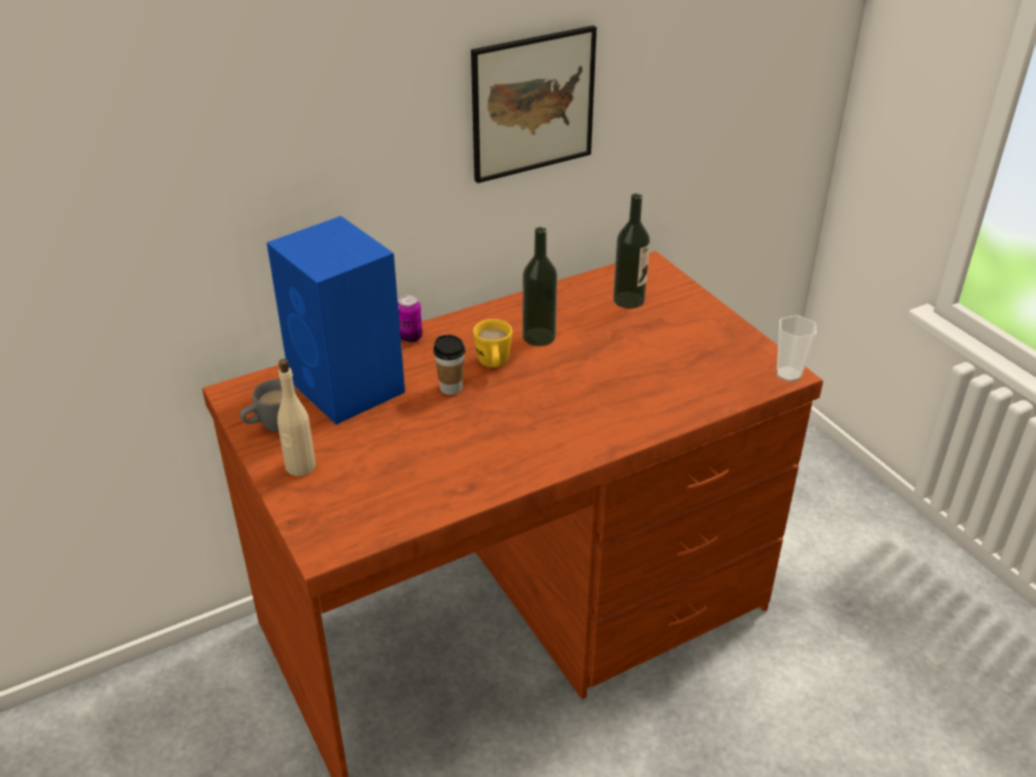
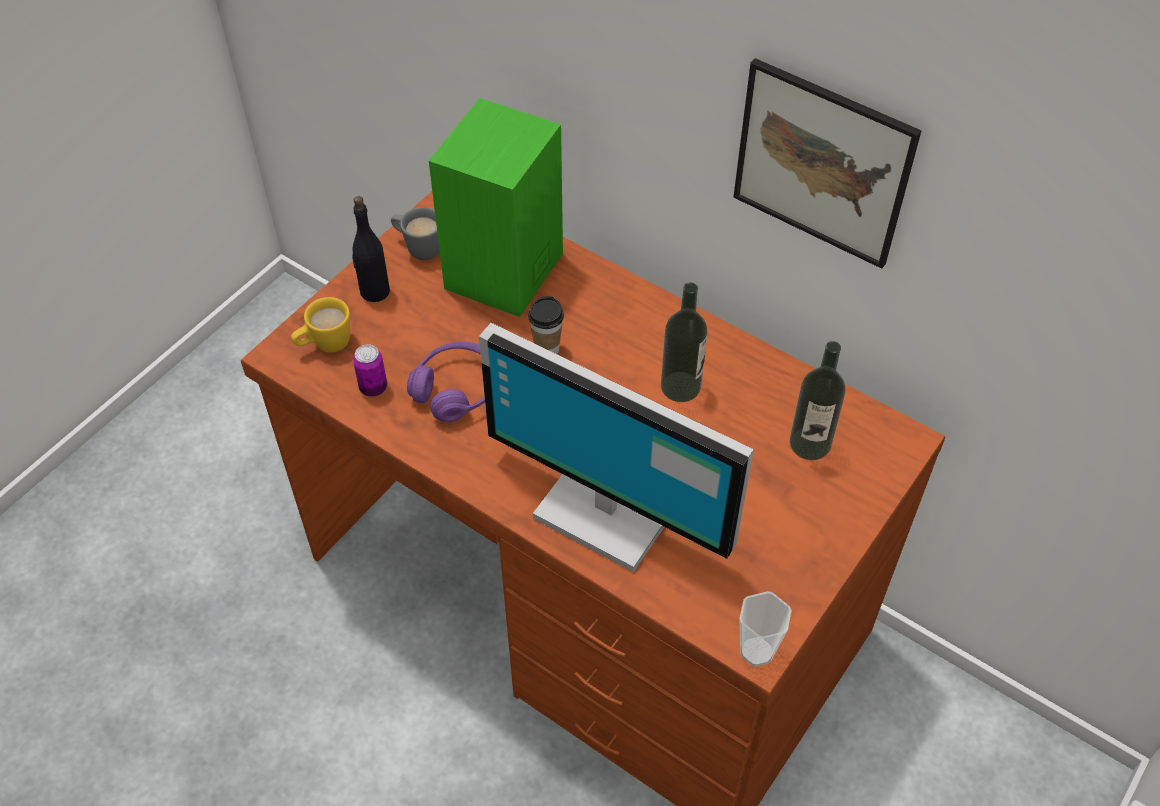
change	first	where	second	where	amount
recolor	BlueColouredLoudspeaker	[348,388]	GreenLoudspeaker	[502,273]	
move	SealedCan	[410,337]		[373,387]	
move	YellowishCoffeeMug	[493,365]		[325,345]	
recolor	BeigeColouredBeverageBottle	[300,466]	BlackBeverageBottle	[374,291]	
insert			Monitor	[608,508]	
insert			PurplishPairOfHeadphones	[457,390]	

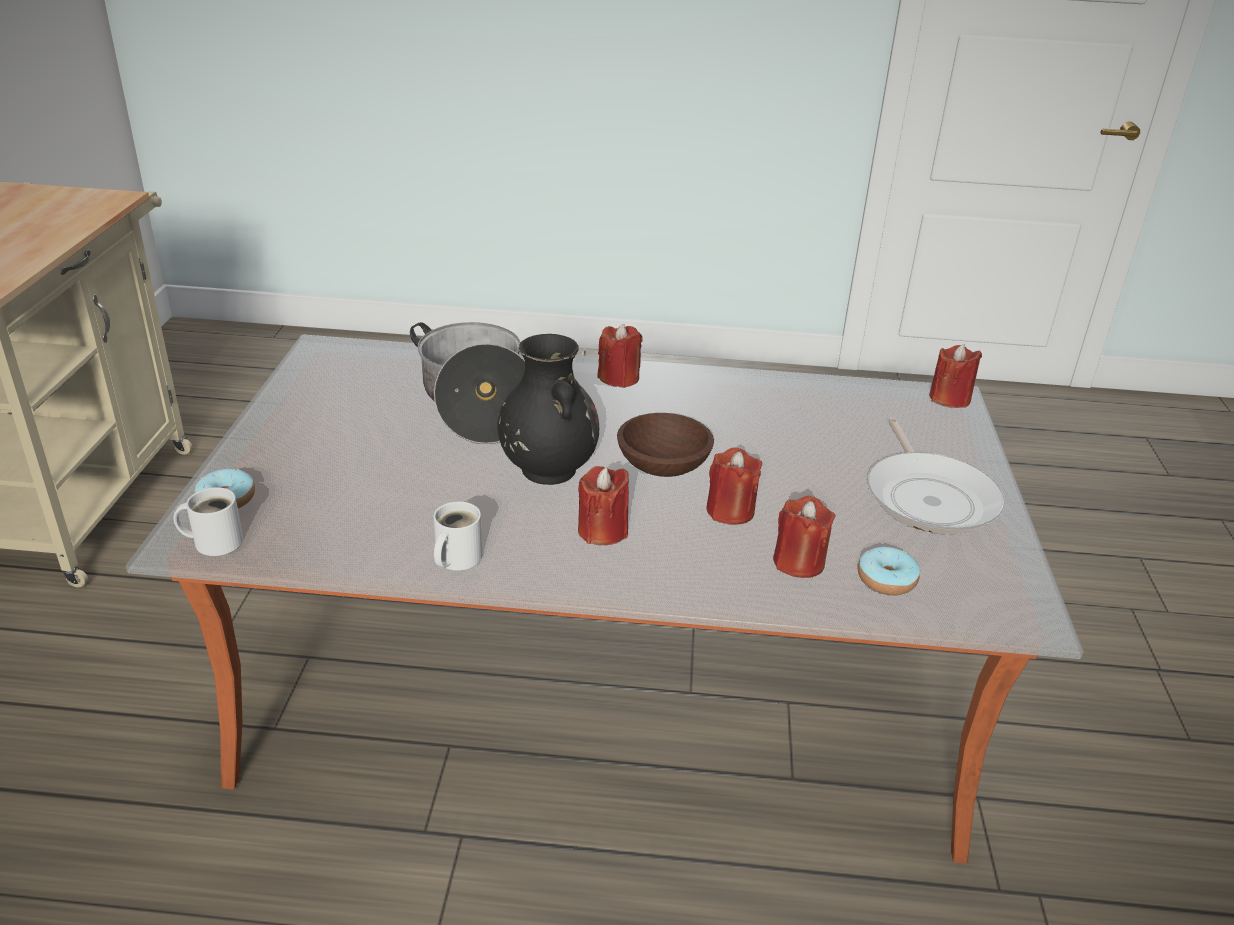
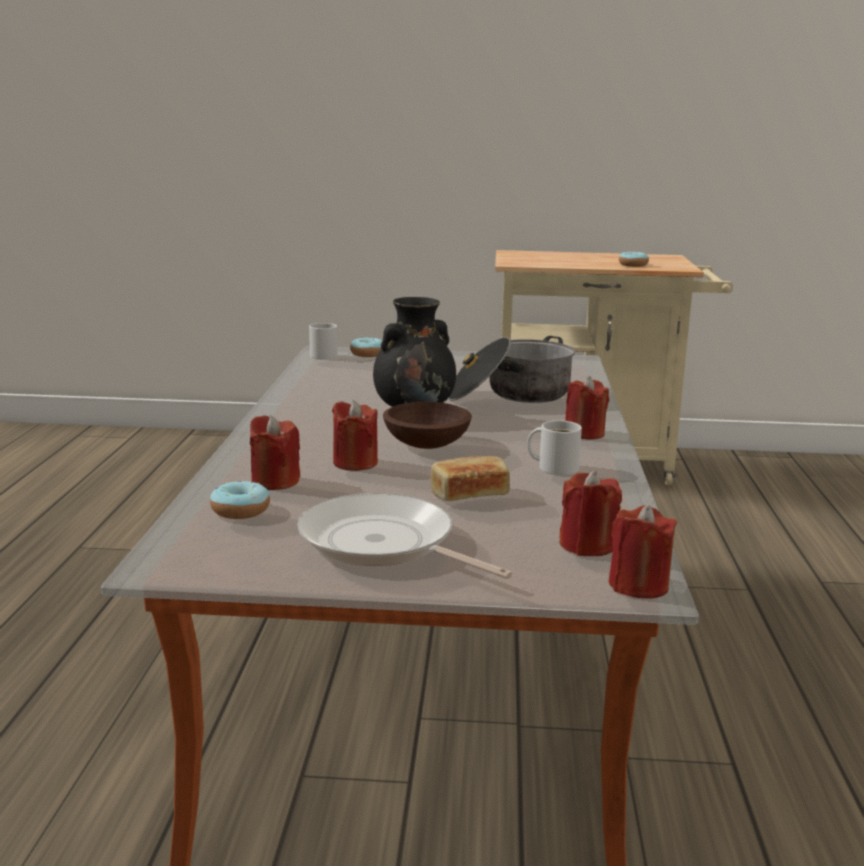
change	first	where	second	where	amount
rotate	FryingPan	[929,497]		[383,544]	45 degrees clockwise
move	RedWaxLight	[602,531]		[587,546]	
move	WhiteCoffeeMug	[455,558]		[555,467]	
insert			Donut	[633,265]	
insert			Bread	[469,494]	

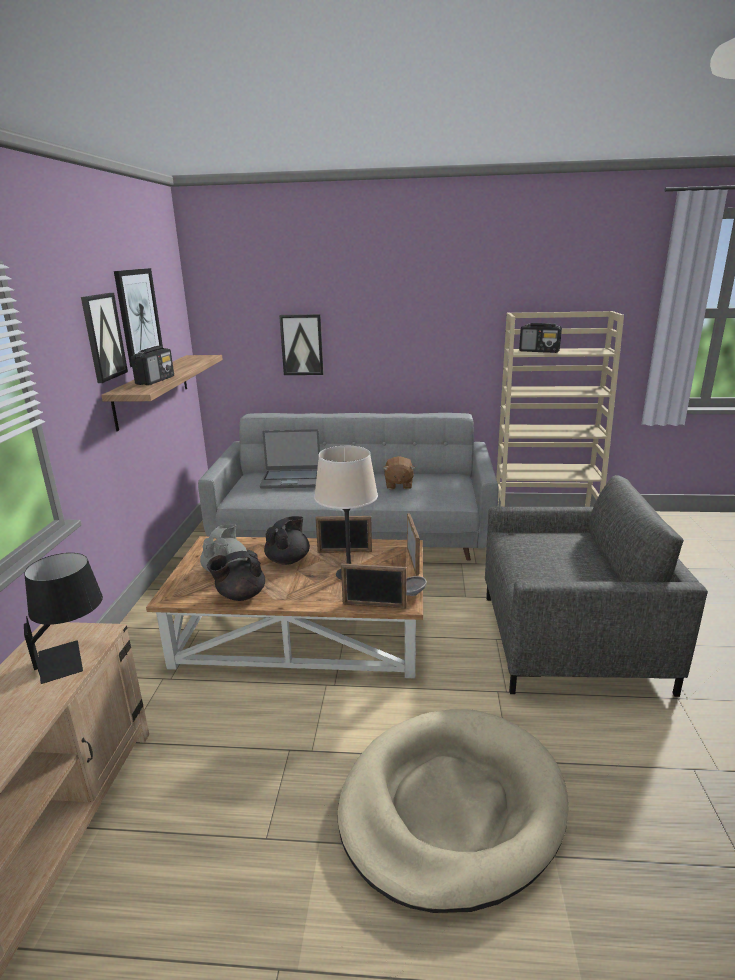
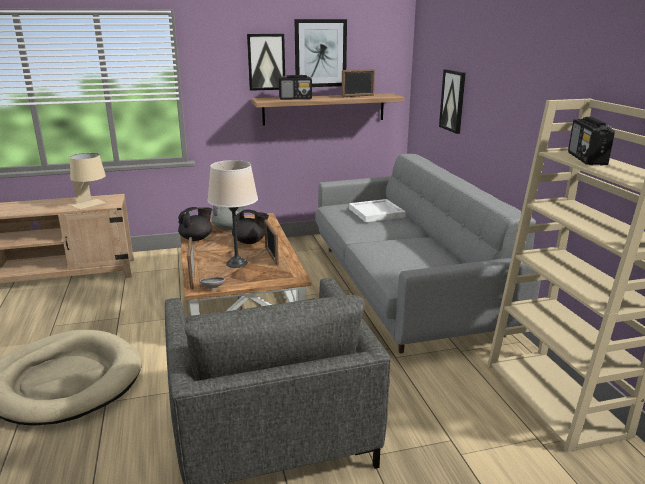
change	first	where	second	where	amount
replace	Laptop	[291,480]	WhiteTray	[377,213]	
delete	BrownishCuddlyToy	[398,485]			
move	PhotoFrame	[412,561]		[358,96]	
rotate	BlackPotForTea	[240,595]		[197,238]	90 degrees clockwise
recolor	BlackTableLamp	[74,656]	BeigeColouredTableLamp	[92,205]	

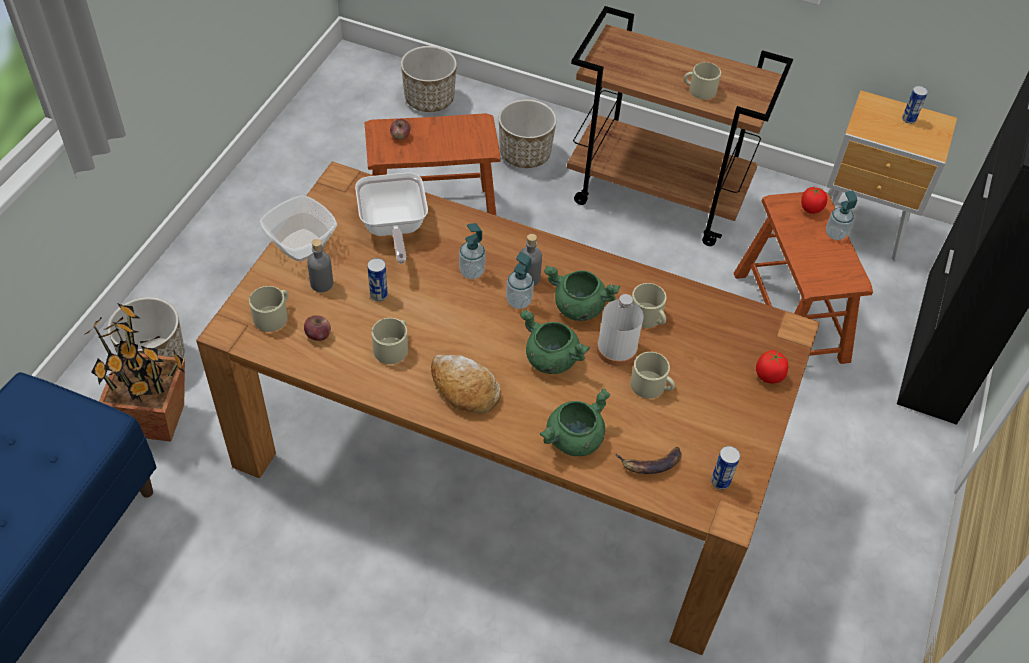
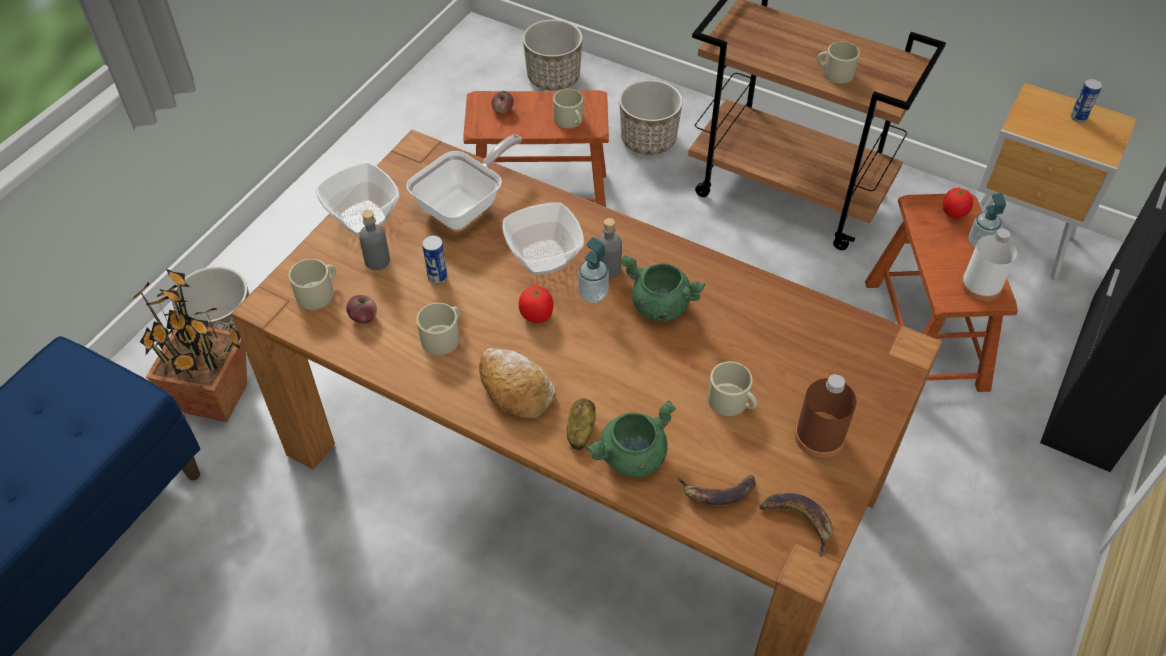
change	first	where	second	where	amount
rotate	FryingPan	[393,229]		[465,206]	135 degrees counterclockwise
replace	SoapDispenser	[472,272]	DeepDish	[545,258]	
move	BeigeColouredCoffeeMug	[648,318]		[570,121]	
move	WhiteBeverageBottle	[616,349]		[981,286]	
delete	GreenStockpot	[550,359]			
move	FreshTomato	[769,376]		[537,315]	
replace	SealedCan	[720,481]	Banana	[798,521]	
insert			BrownishBeverageBottle	[819,437]	
insert			Potato	[580,431]	

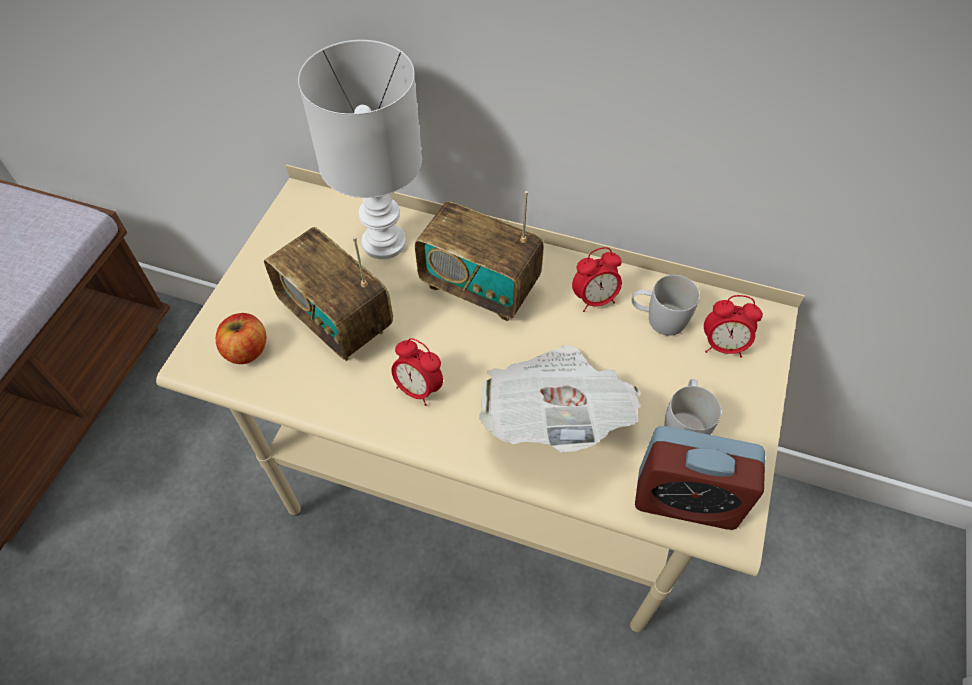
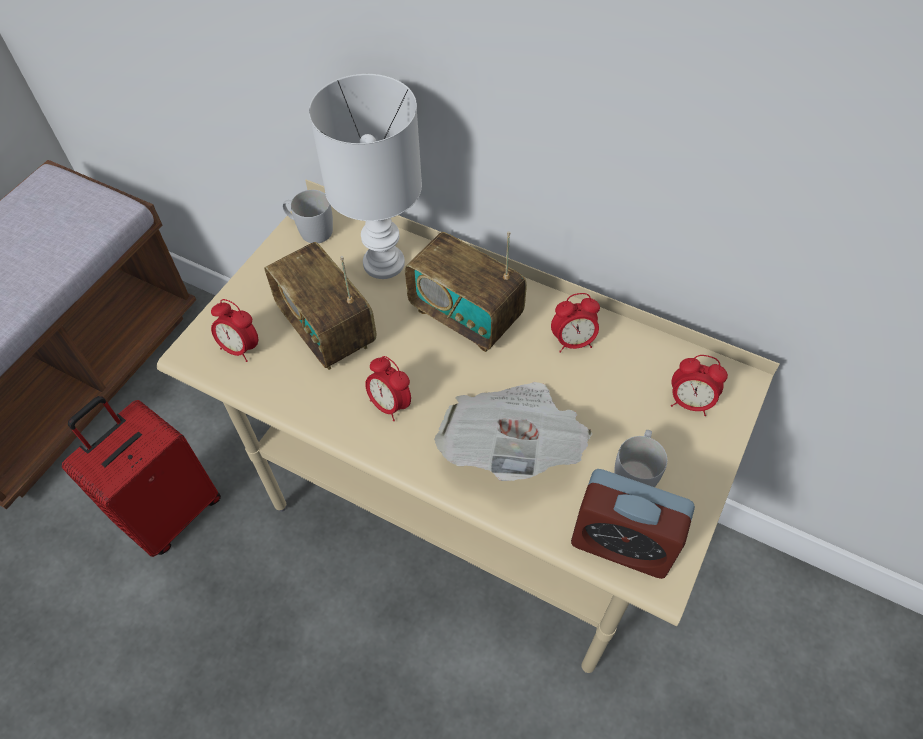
change	first	where	second	where	amount
move	WhiteCoffeeMug	[658,319]		[310,230]	
replace	AppleFruit	[246,350]	TableClock	[240,348]	
insert			RedPieceOfLuggage	[171,511]	

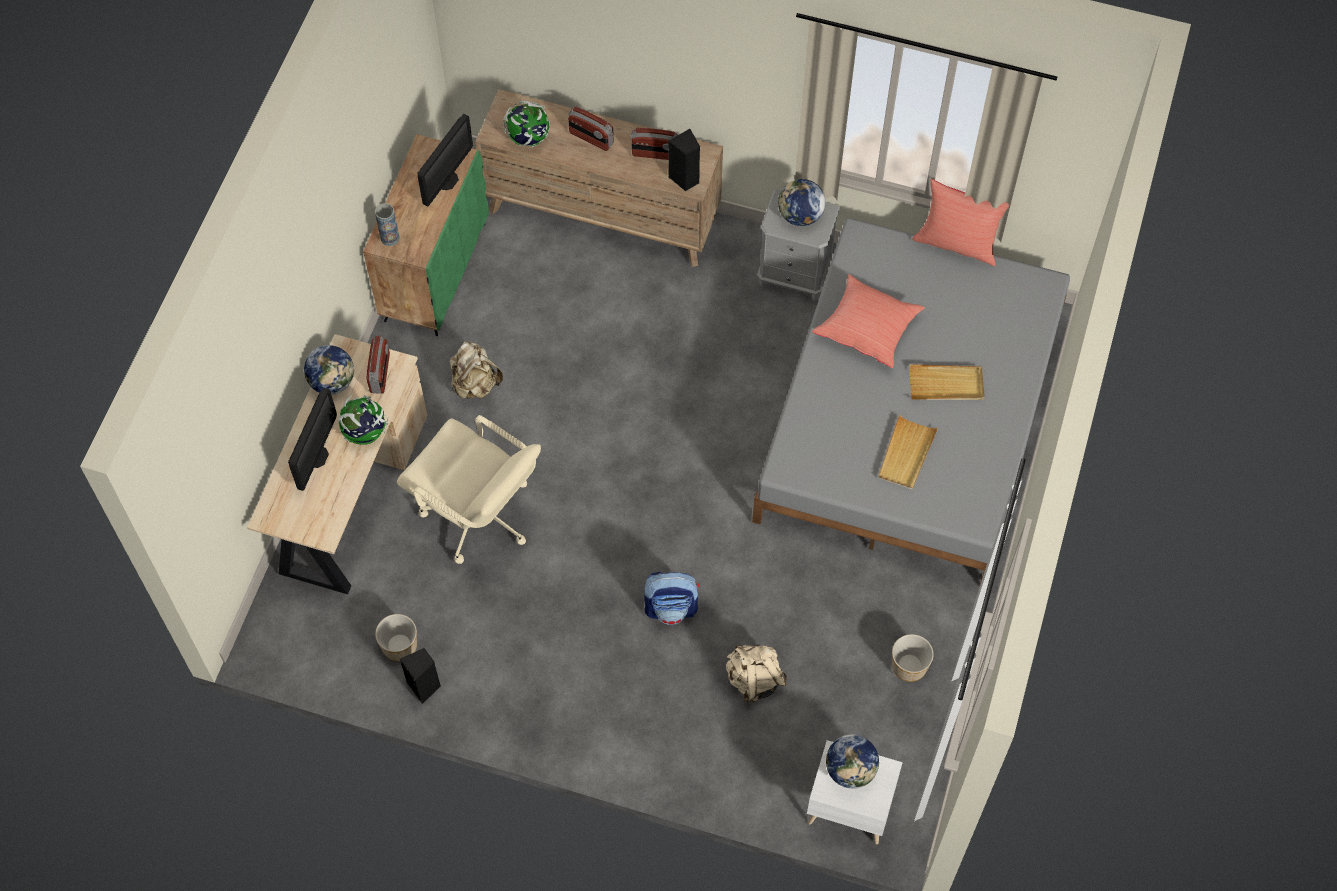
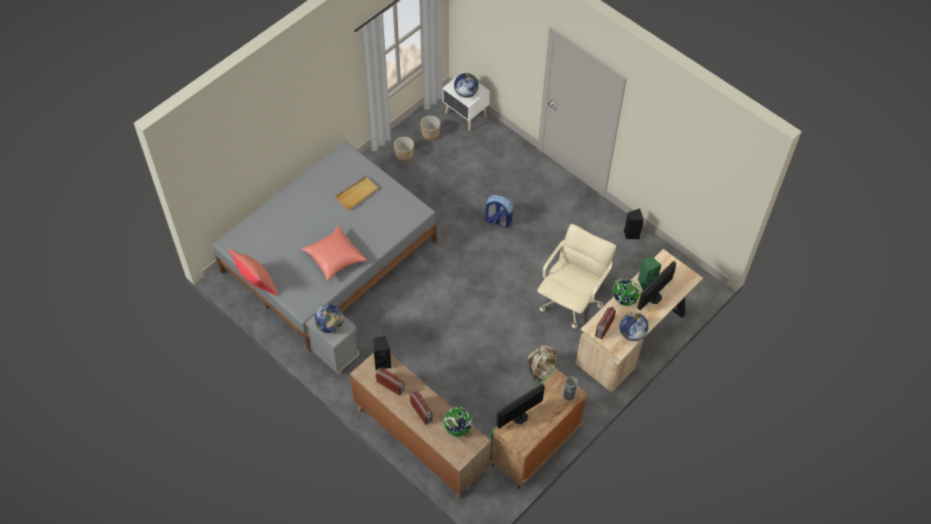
change	first	where	second	where	amount
delete	BeigeColouredTray	[946,385]			
rotate	BeigeColouredOfficeChair	[478,516]		[571,300]	60 degrees clockwise
move	PlantPot	[399,646]		[430,133]	
delete	BeigeColouredRucksack	[754,679]			
insert			GreenLoudspeaker	[646,282]	

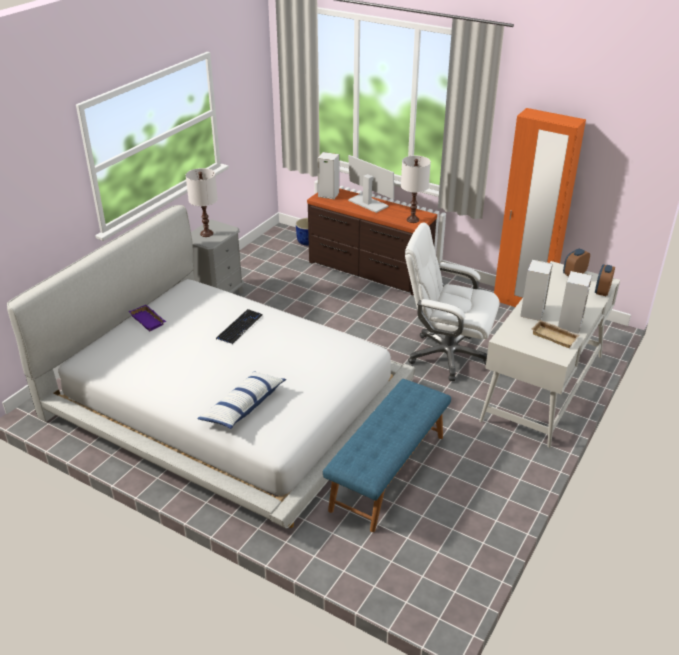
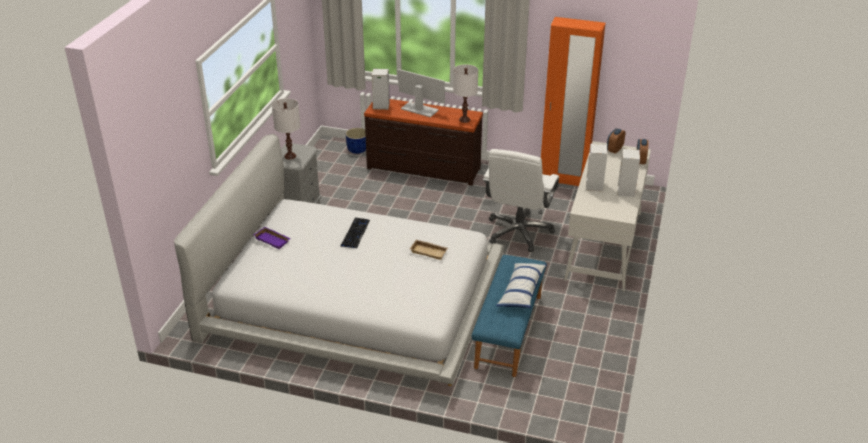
change	first	where	second	where	amount
rotate	WhiteOfficeChair	[447,355]		[518,232]	75 degrees counterclockwise
move	BeigeColouredTray	[555,336]		[429,251]	
move	Cushion	[243,406]		[521,291]	

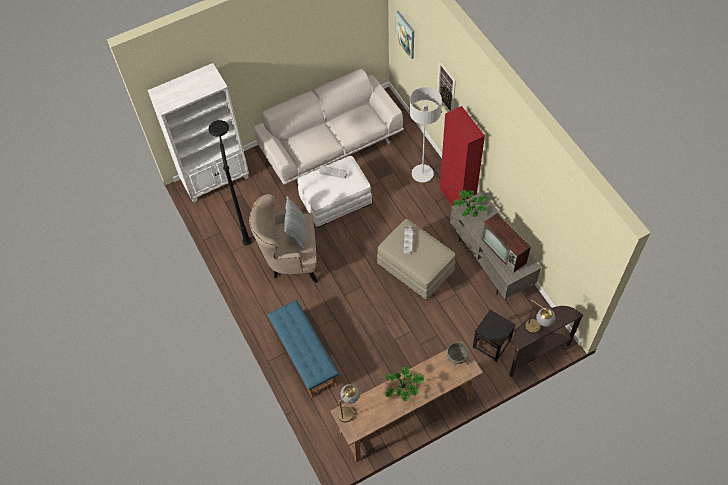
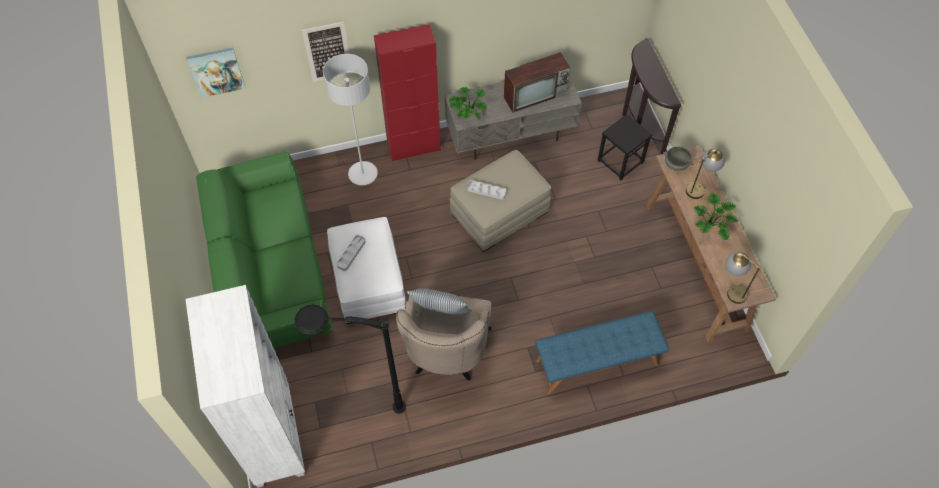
change	first	where	second	where	amount
recolor	WhiteSofa	[331,143]	GreenSofa	[271,268]	
move	TableLamp	[537,329]		[699,187]	

